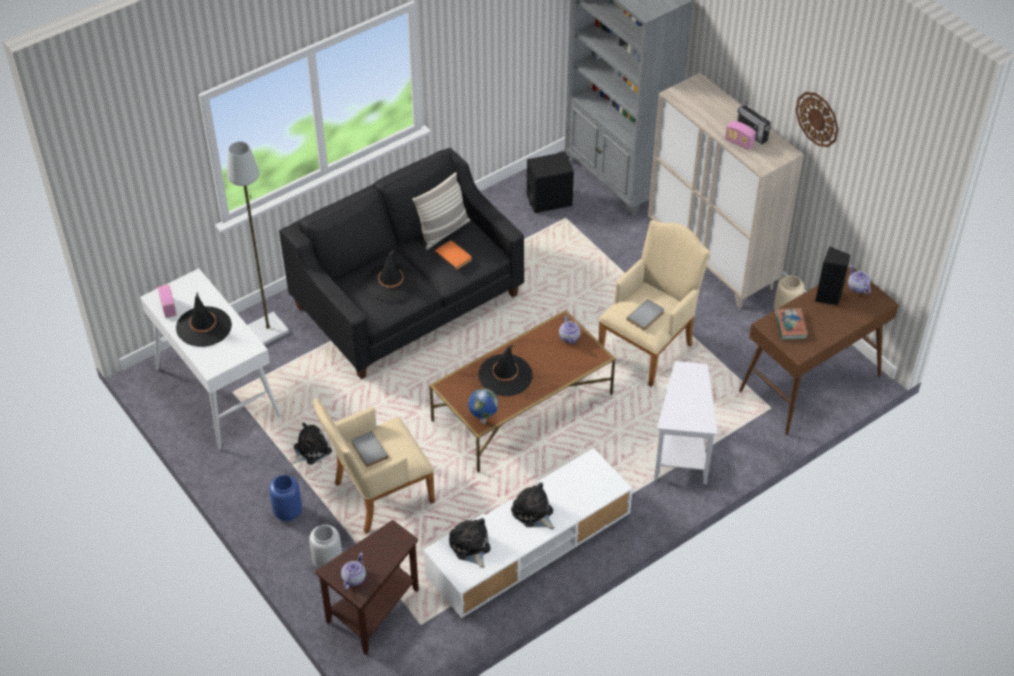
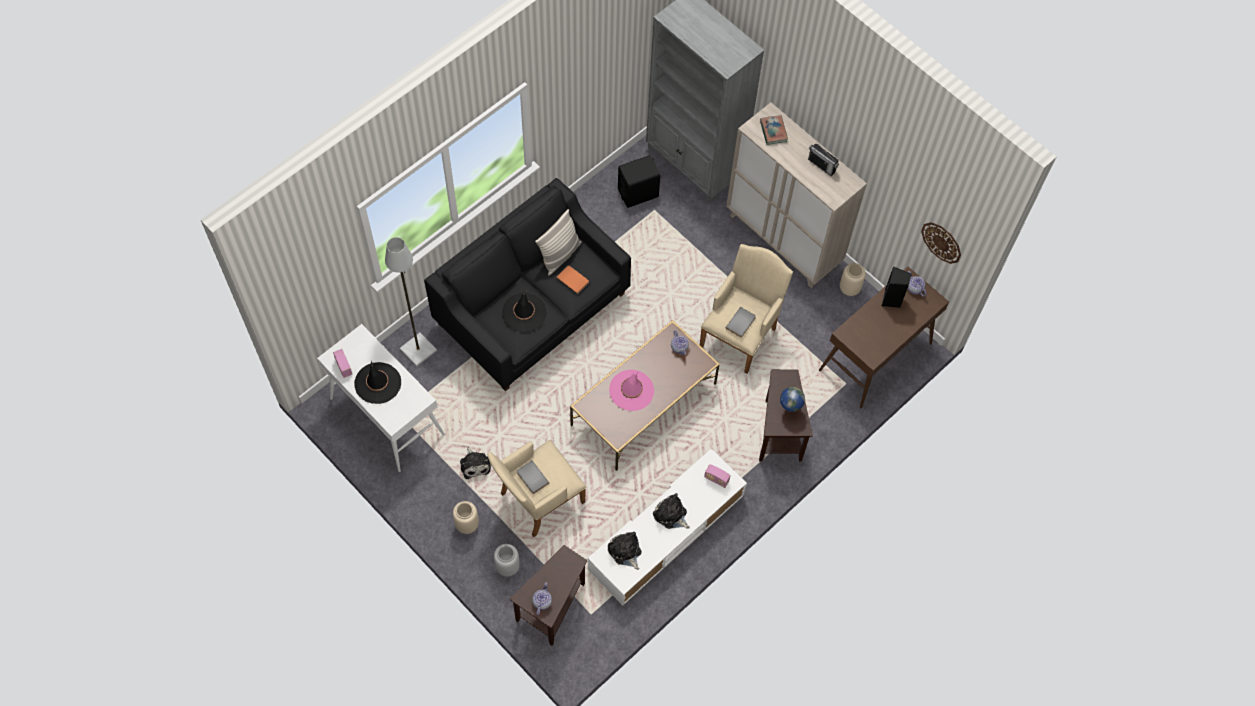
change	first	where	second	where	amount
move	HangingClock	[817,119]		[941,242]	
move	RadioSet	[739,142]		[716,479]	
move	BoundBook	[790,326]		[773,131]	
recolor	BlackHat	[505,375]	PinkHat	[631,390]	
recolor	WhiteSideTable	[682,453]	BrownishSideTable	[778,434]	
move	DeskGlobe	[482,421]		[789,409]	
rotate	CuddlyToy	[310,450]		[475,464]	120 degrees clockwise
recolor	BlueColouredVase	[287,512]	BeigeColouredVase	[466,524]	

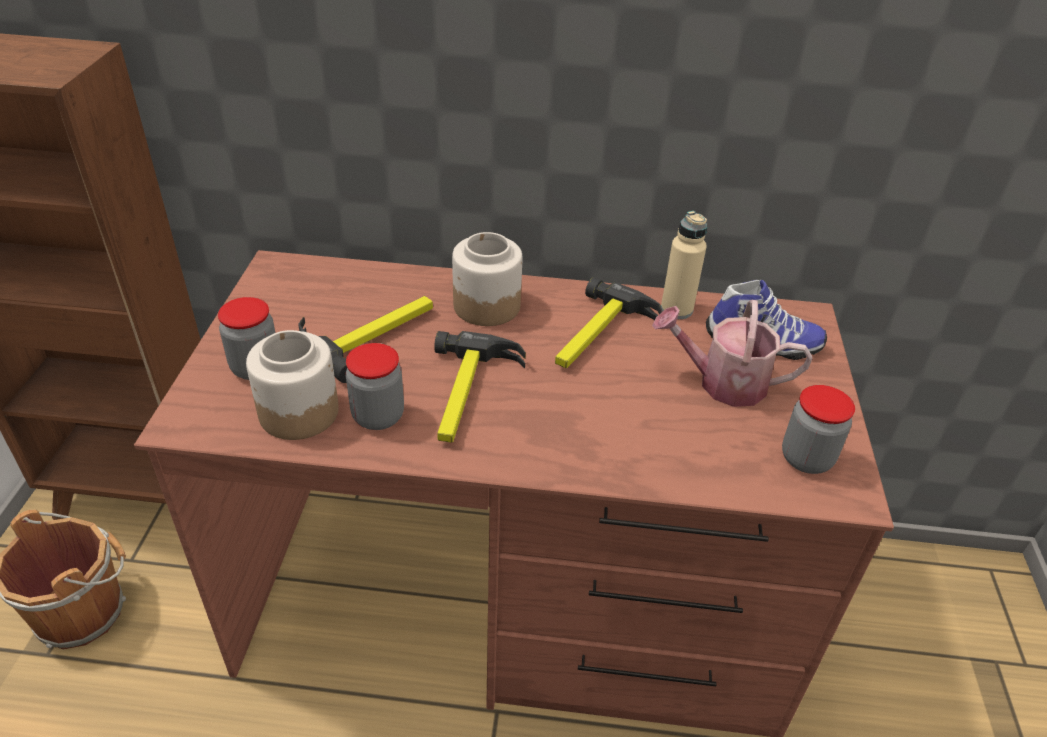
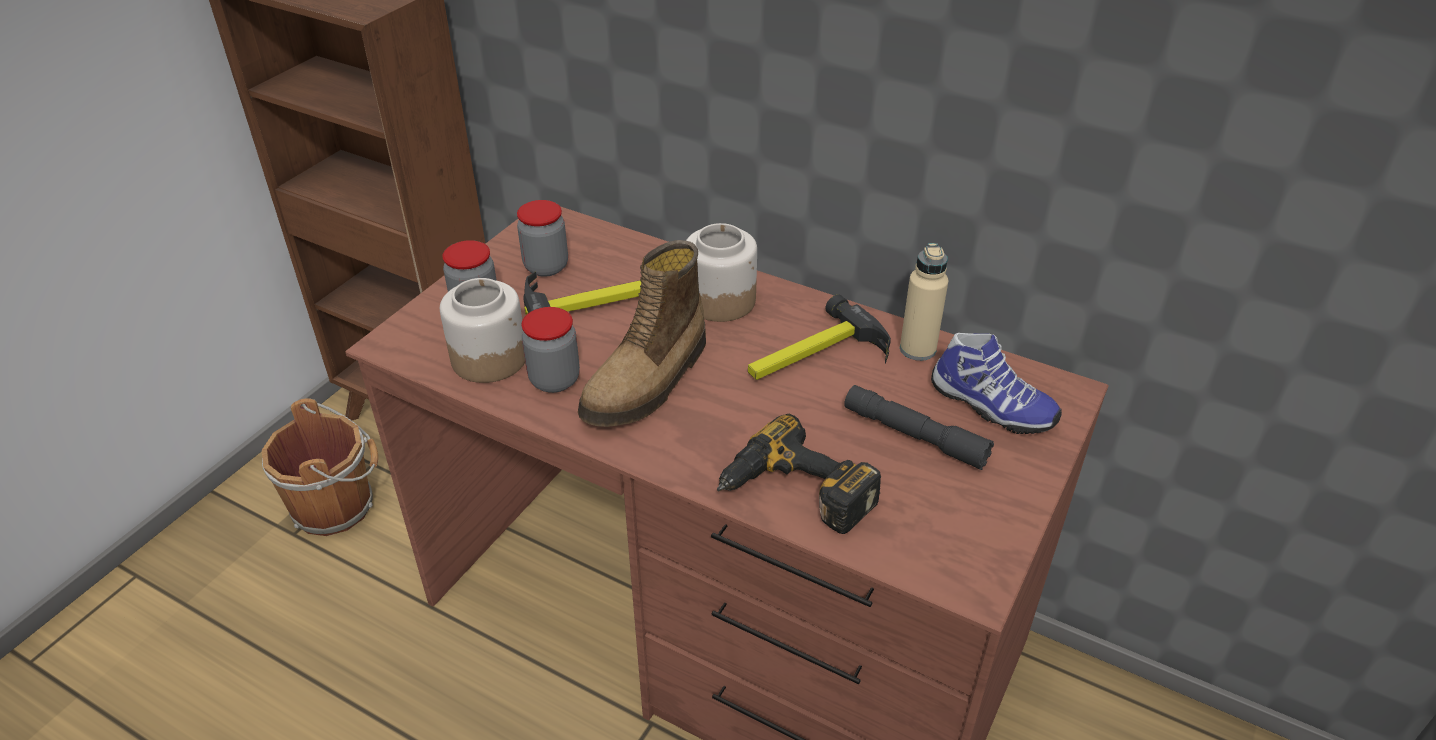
change	first	where	second	where	amount
replace	WateringCan	[722,382]	GreyishFlashlight	[914,436]	
replace	Hammer	[469,395]	TallBoot	[648,382]	
move	Jar	[806,458]		[546,266]	
insert			ElectricDrill	[794,494]	

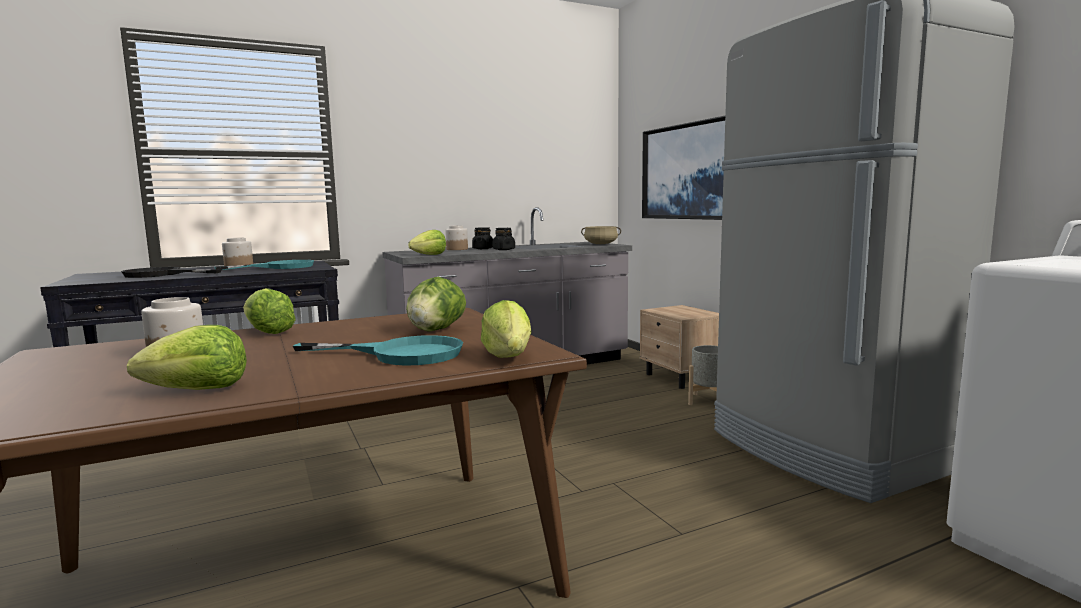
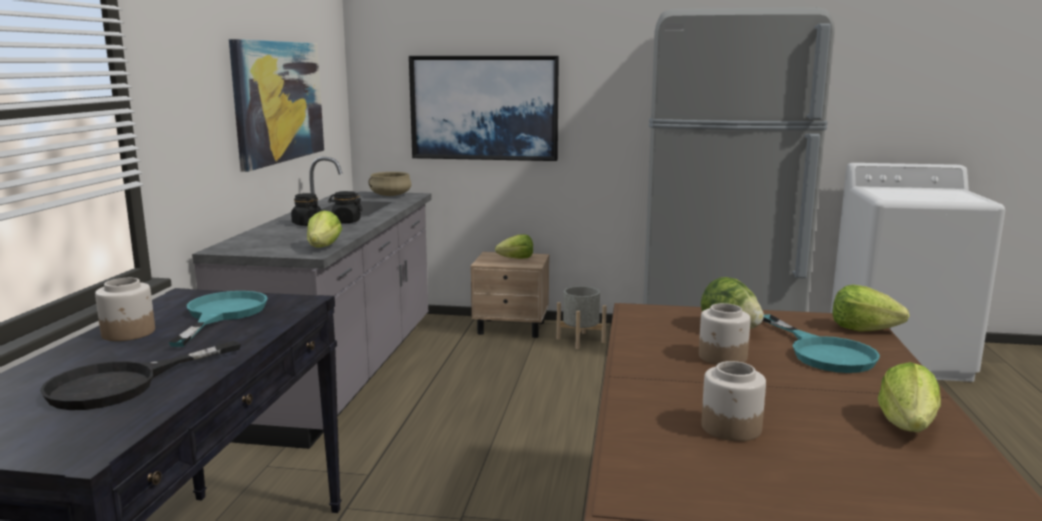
change	first	where	second	where	amount
move	Jar	[456,249]		[722,357]	
move	HeadOfLettuce	[267,332]		[516,259]	
rotate	TurquoiseColouredFryingPan	[401,354]		[823,352]	120 degrees clockwise
insert			WallPicture	[278,101]	

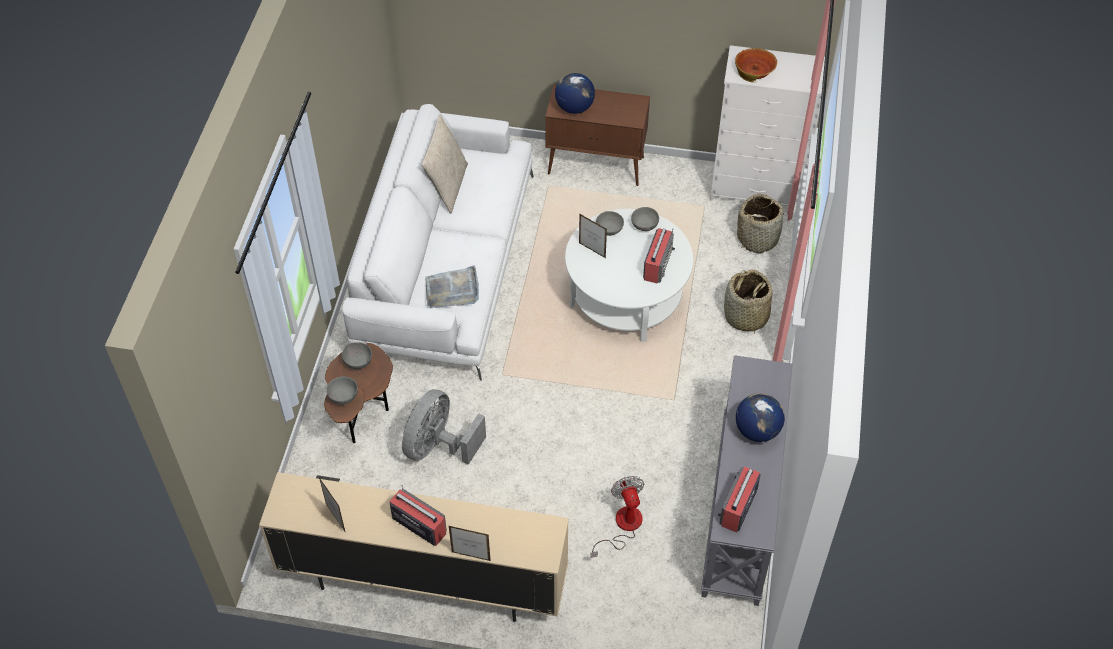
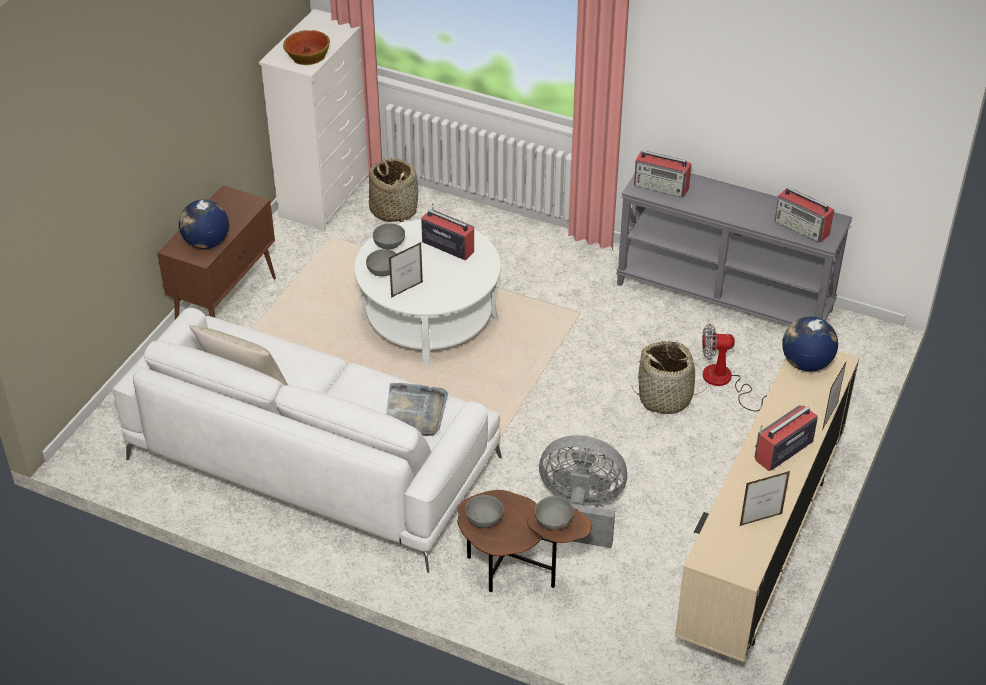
change	first	where	second	where	amount
move	StorageBasket	[745,316]		[665,398]	
rotate	GreyishElectricFan	[438,446]		[582,509]	150 degrees clockwise
move	DeskGlobe	[757,430]		[806,363]	
insert			RadioSet	[662,187]	

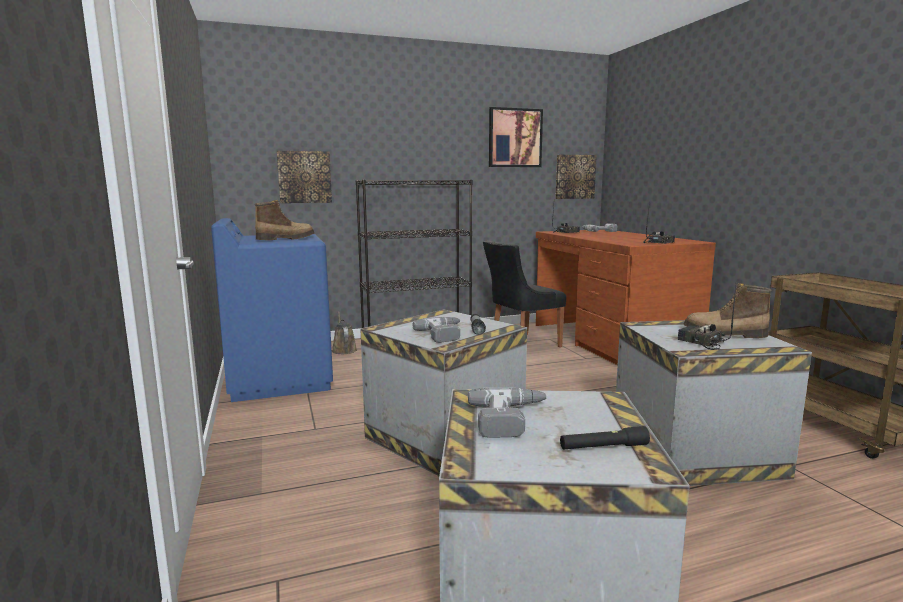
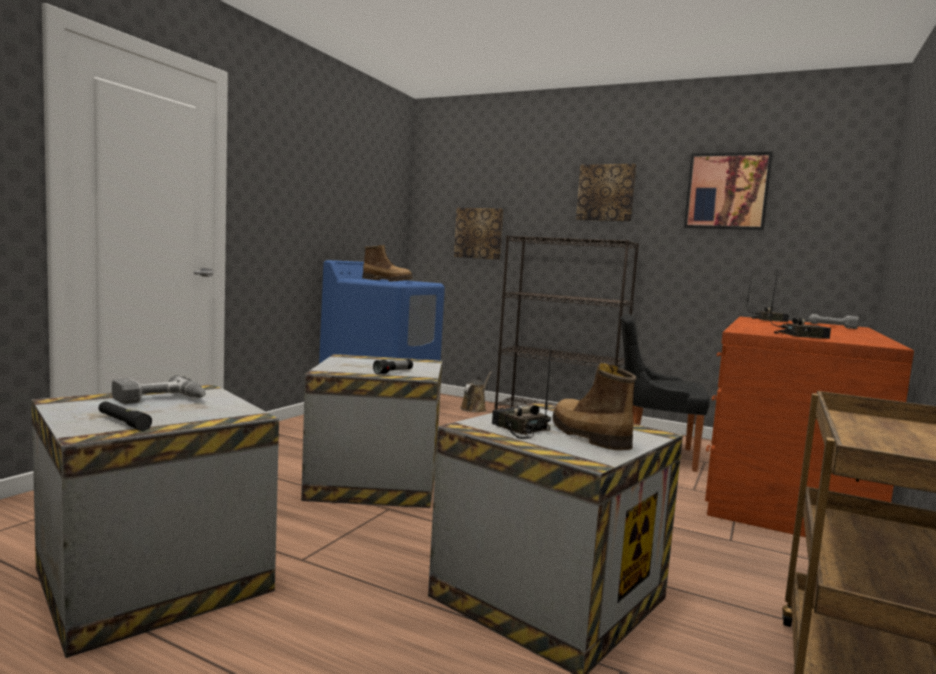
change	first	where	second	where	amount
move	WallPicture	[574,177]		[606,192]	
rotate	RadioSet	[700,342]		[519,429]	45 degrees counterclockwise
delete	ElectricDrill	[445,334]			

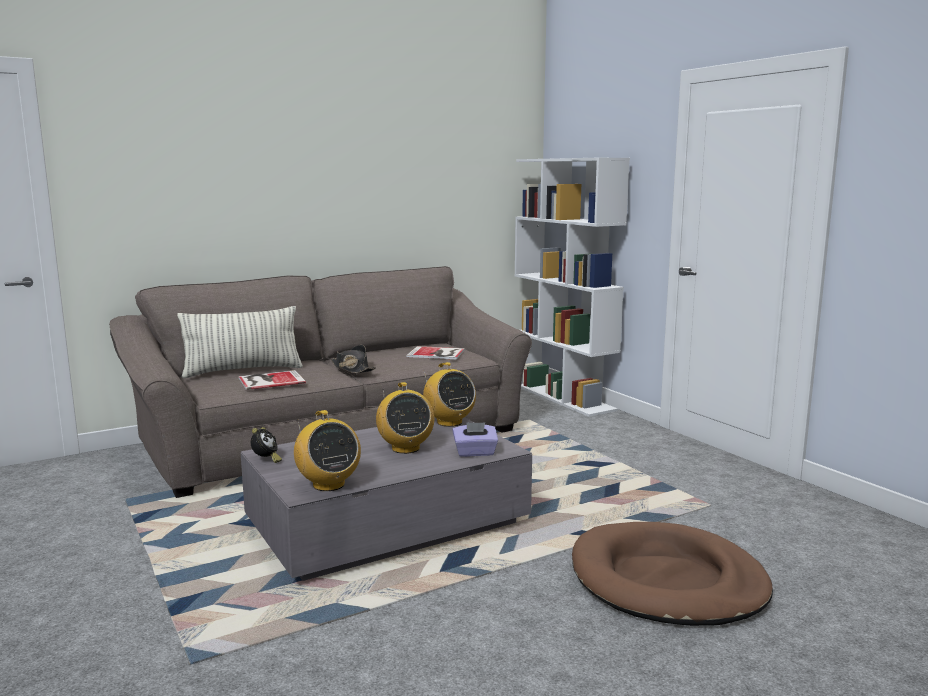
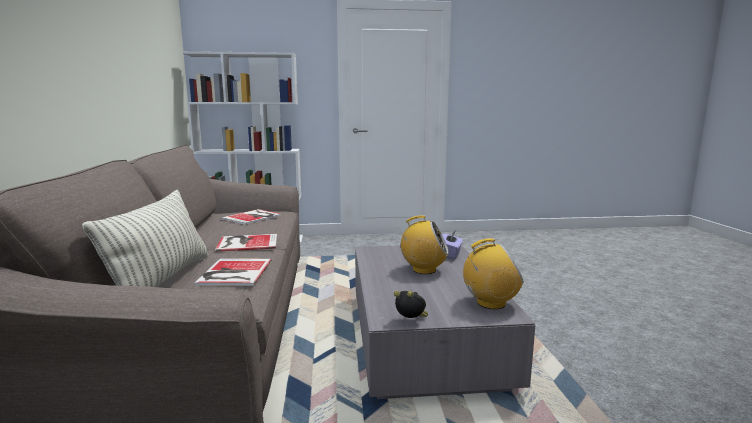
change	first	where	second	where	amount
replace	BlackHat	[352,369]	BoundBook	[246,243]	
delete	RadioSet	[449,422]			
delete	BrownishDogBed	[667,581]			

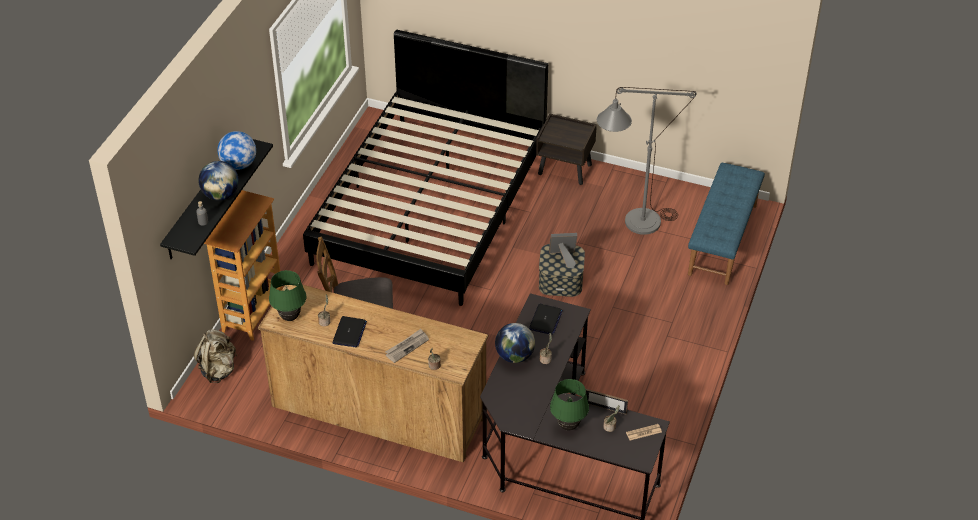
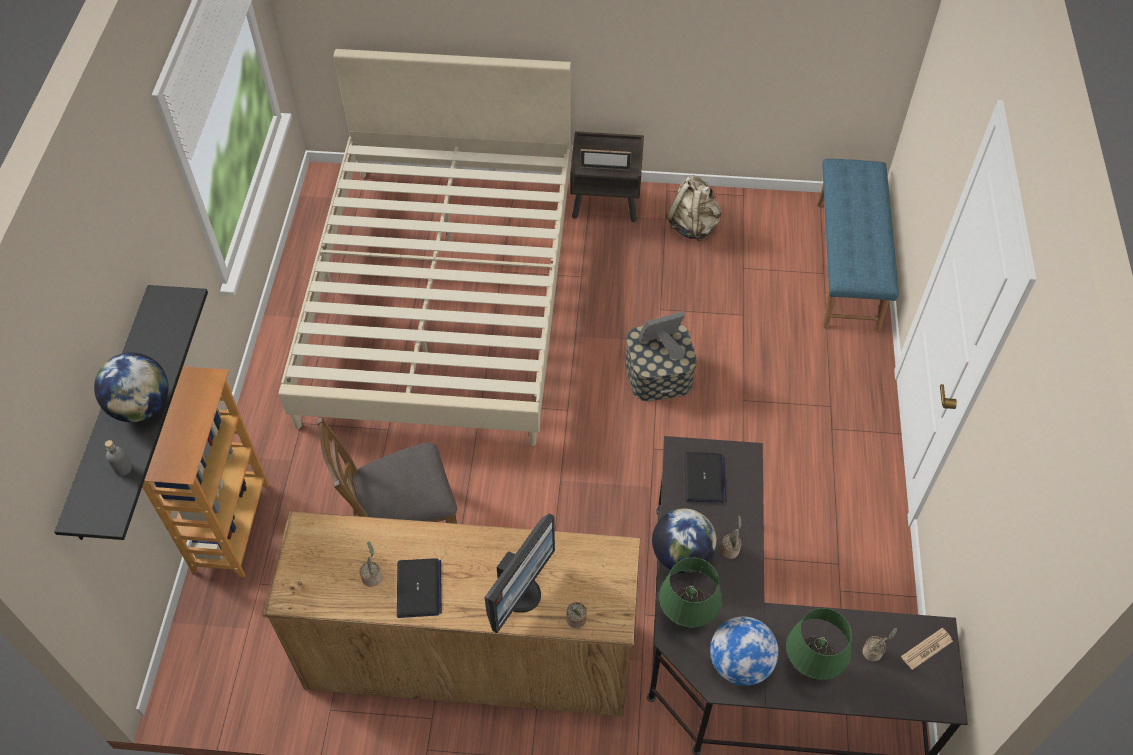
change	first	where	second	where	amount
recolor	BlackSleepingBed	[431,206]	BeigeColouredSleepingBed	[442,296]	
delete	GreyishStandardLamp	[633,225]			
move	DeskGlobe	[239,165]		[740,664]	
move	GreenTableLamp	[290,317]		[686,618]	
move	BeigeColouredRucksack	[218,370]		[693,226]	
replace	DailyPaper	[407,346]	Monitor	[520,593]	
move	PhotoFrame	[605,408]		[605,168]	

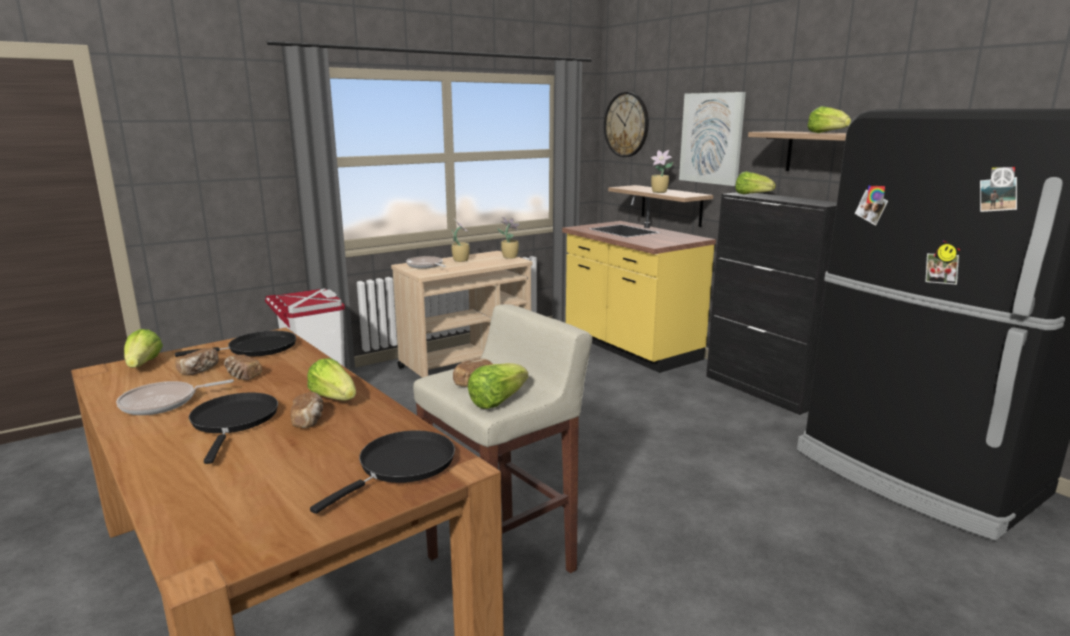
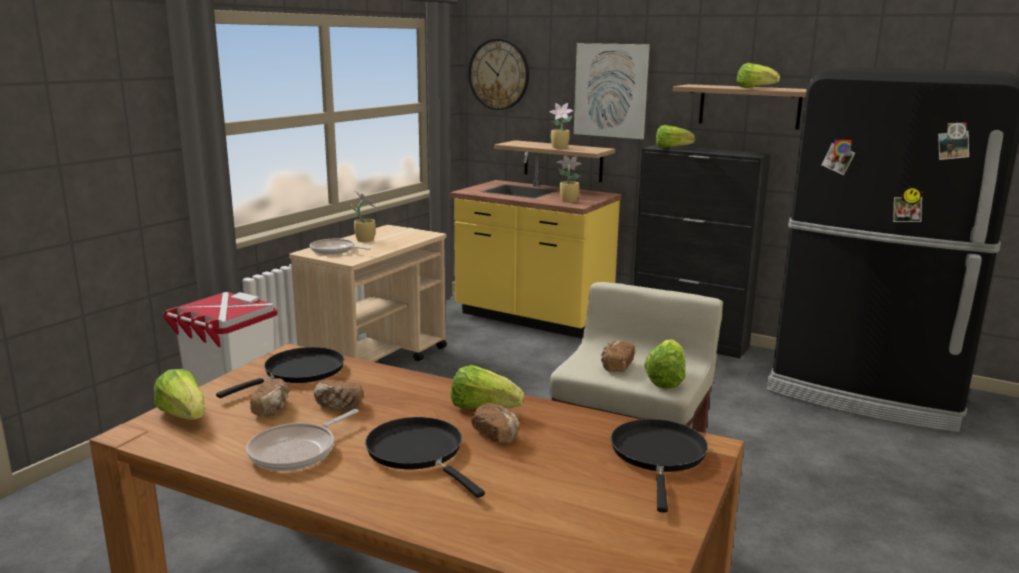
change	first	where	second	where	amount
move	PlantInAPot	[509,257]		[568,200]	

